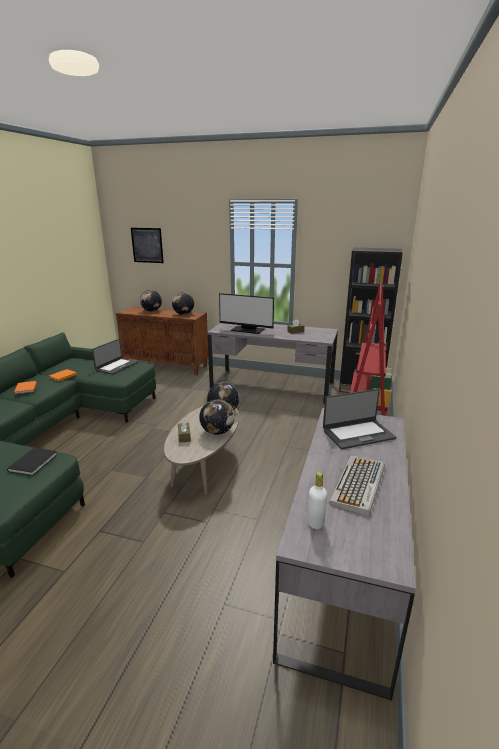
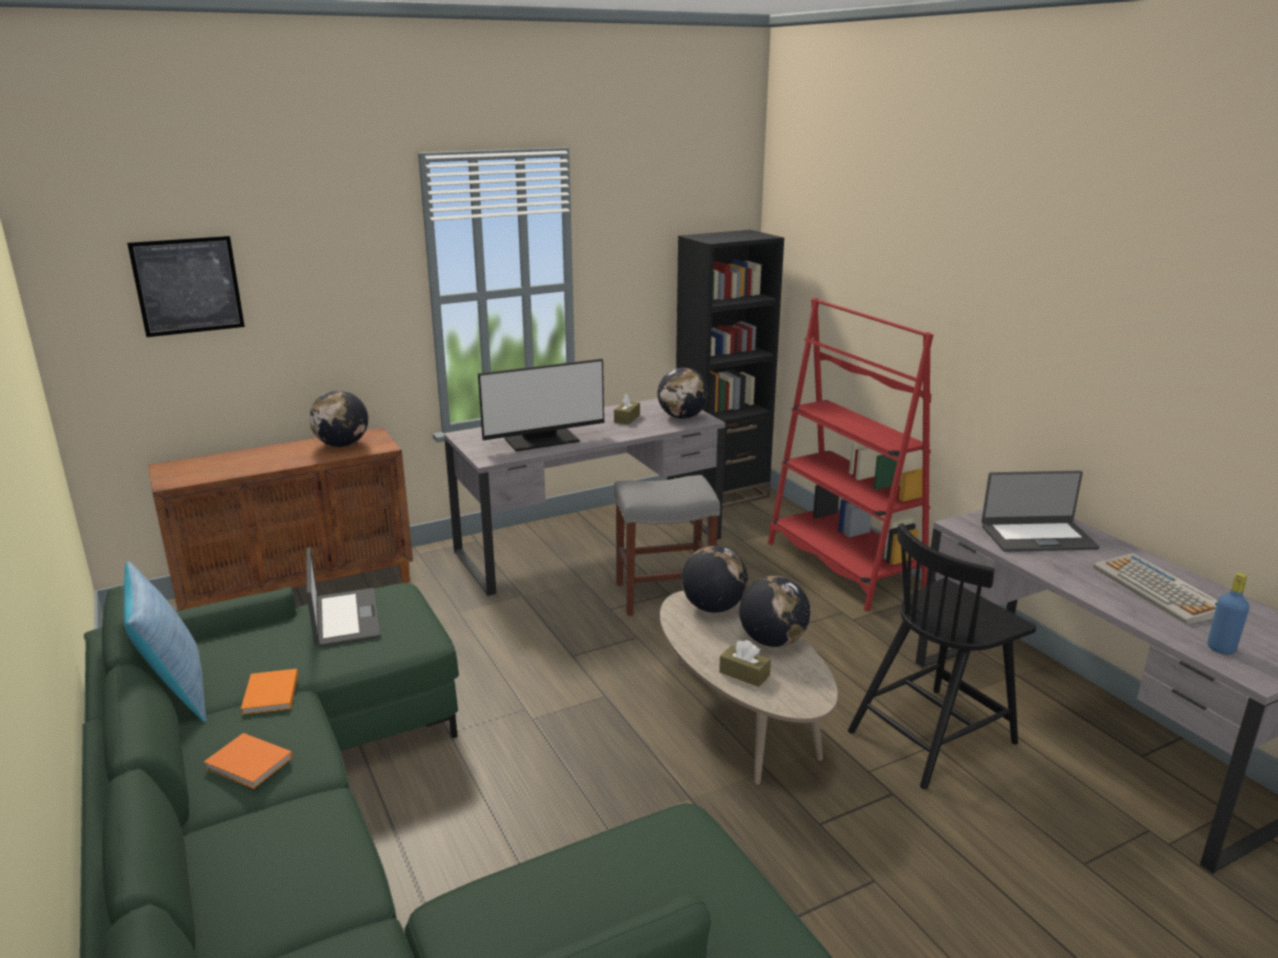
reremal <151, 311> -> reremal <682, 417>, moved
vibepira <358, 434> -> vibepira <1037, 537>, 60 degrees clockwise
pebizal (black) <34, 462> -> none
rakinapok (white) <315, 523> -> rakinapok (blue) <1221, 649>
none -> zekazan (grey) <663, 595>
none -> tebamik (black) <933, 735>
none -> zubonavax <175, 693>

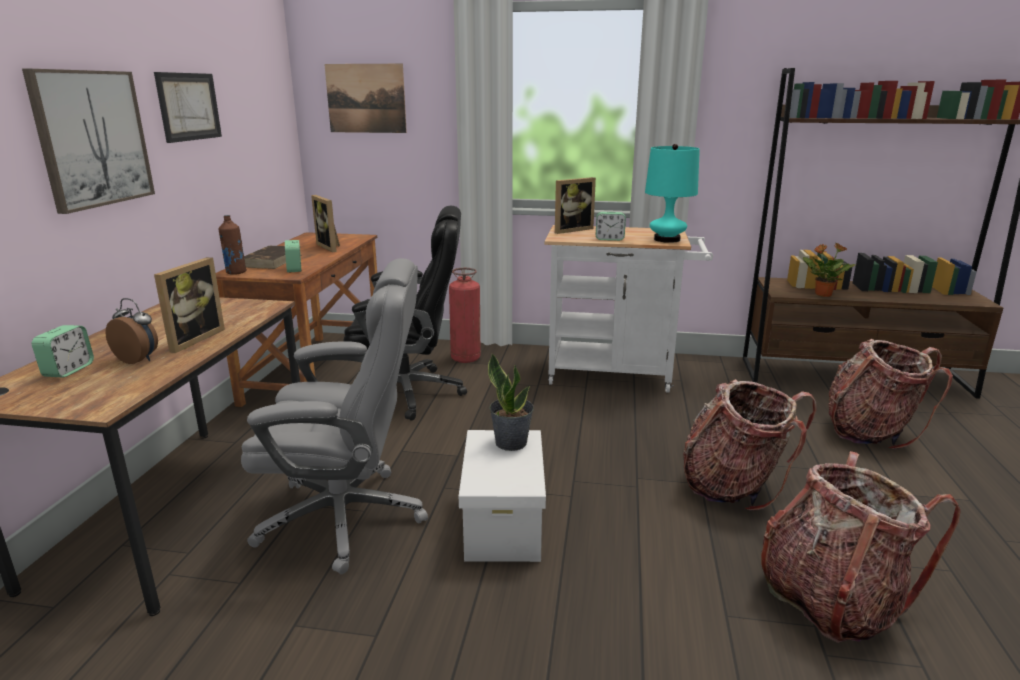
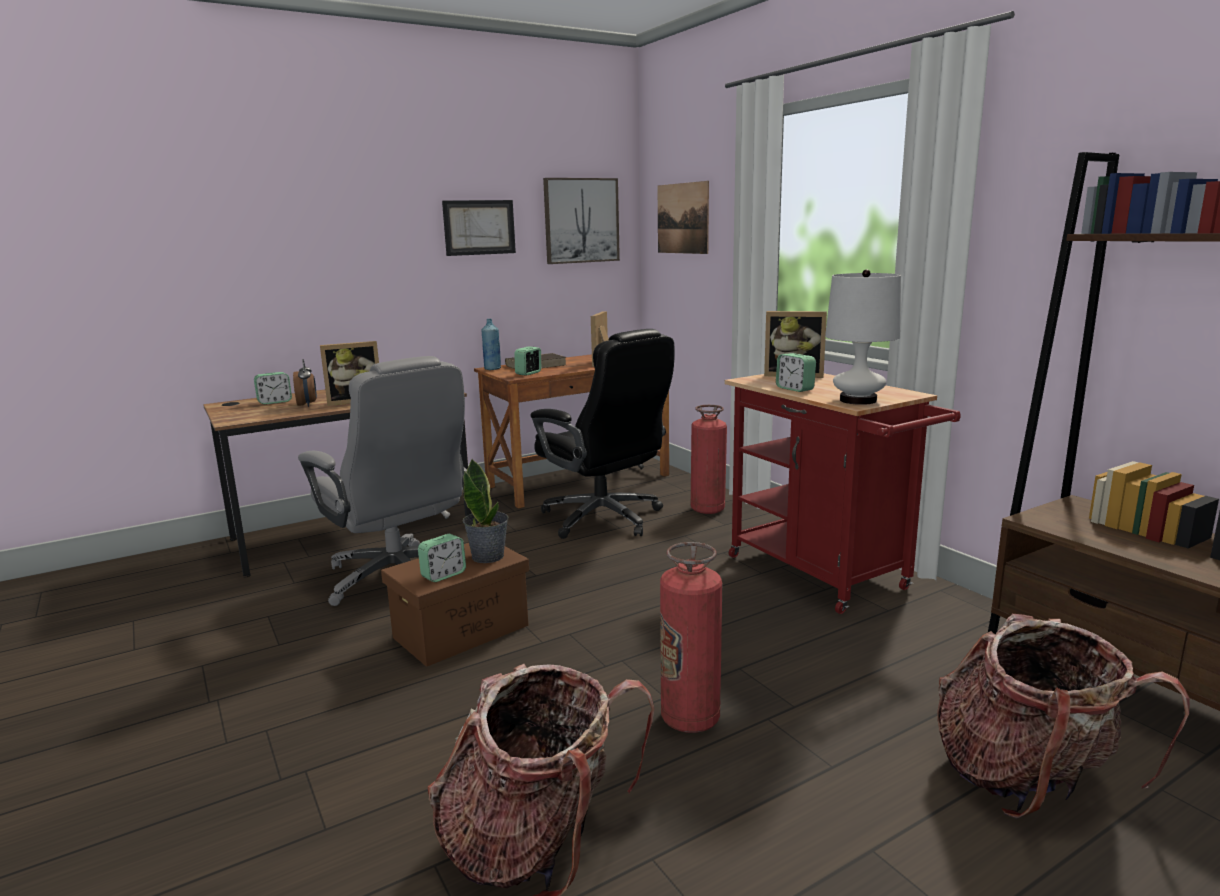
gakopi <92, 138> -> gakopi <581, 220>, moved
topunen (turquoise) <667, 239> -> topunen (white) <858, 400>
rakinapok (brown) <236, 272> -> rakinapok (blue) <492, 369>
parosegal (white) <618, 374> -> parosegal (red) <825, 576>
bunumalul <822, 294> -> none
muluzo <734, 486> -> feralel <690, 718>
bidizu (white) <502, 522> -> bidizu (brown) <462, 630>
none -> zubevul <443, 575>

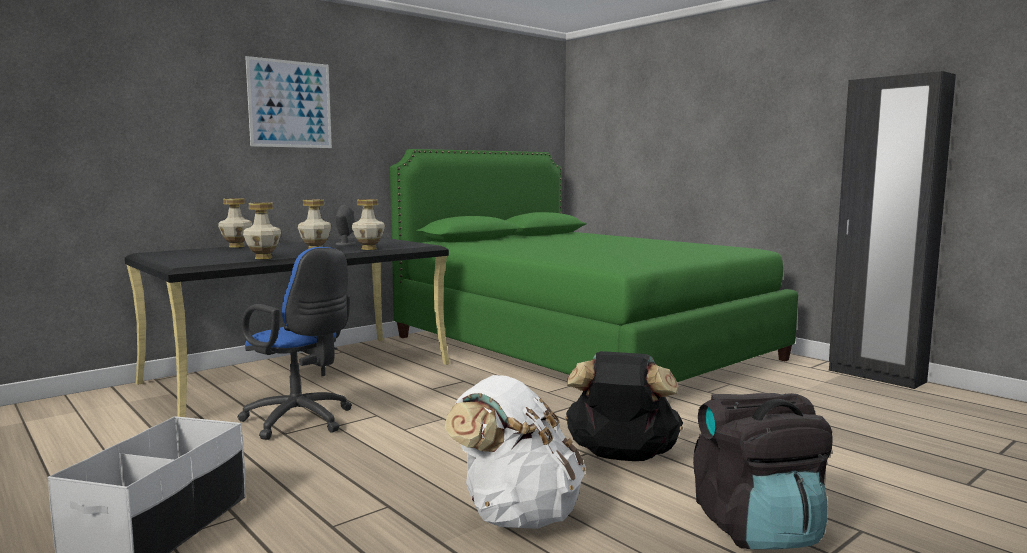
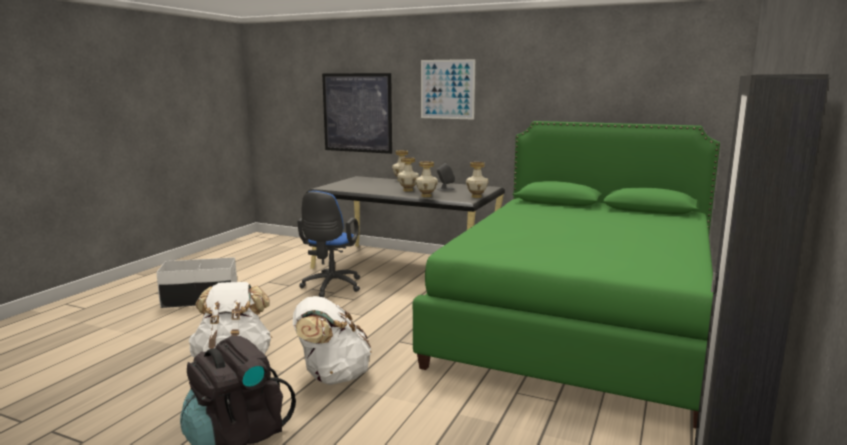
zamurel <263, 258> -> zamurel <476, 196>, moved
muluzo (black) <621, 457> -> muluzo (white) <332, 376>
none -> gakopi <357, 113>

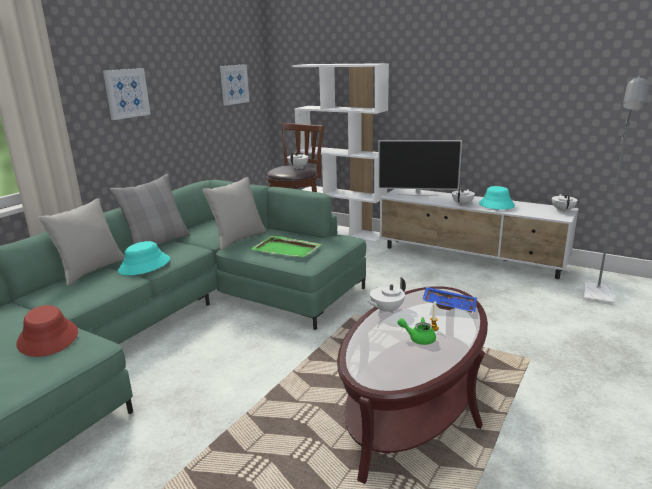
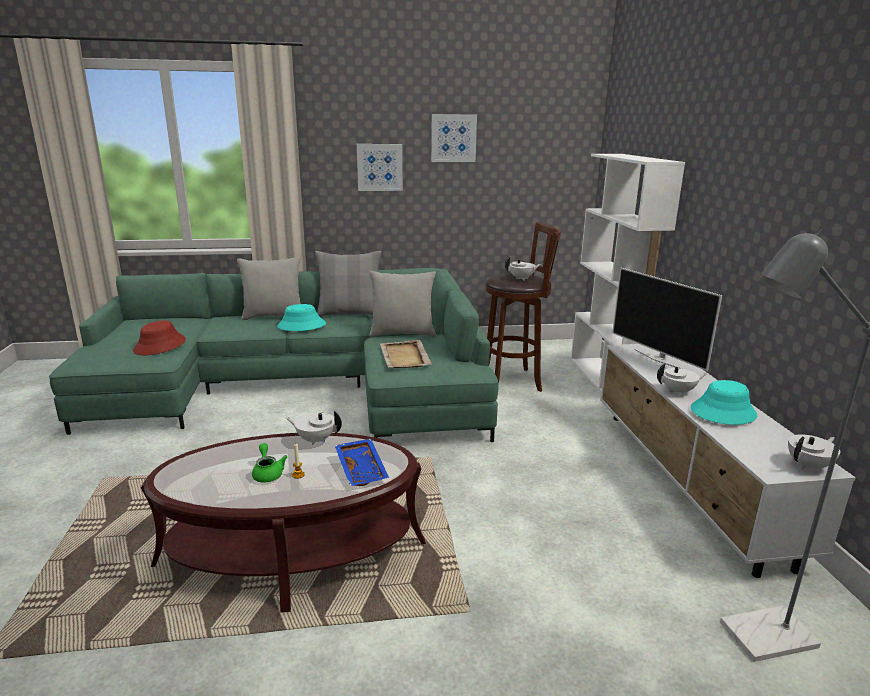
gakopi <234, 84> -> gakopi <453, 138>, moved
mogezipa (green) <287, 249> -> mogezipa (beige) <404, 357>

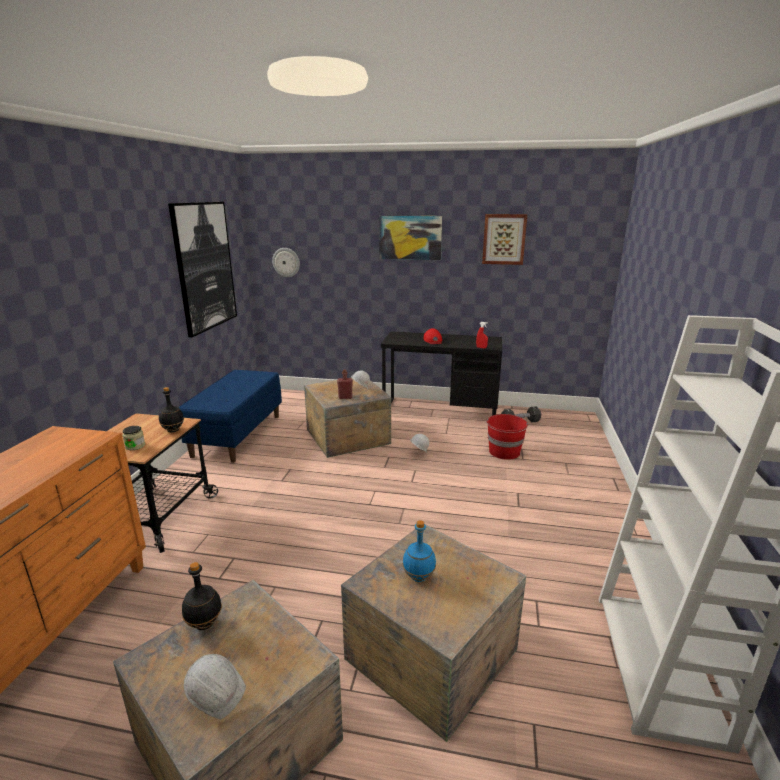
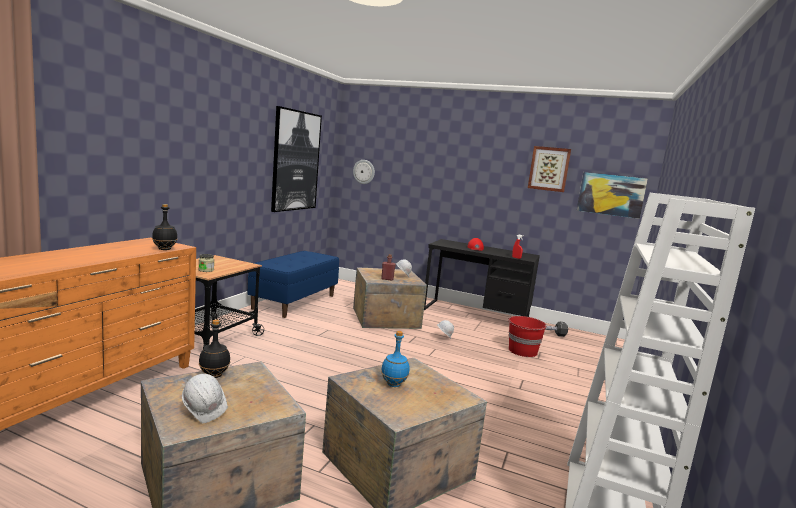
gakopi <410, 237> -> gakopi <611, 194>, moved
rakinapok (black) <173, 430> -> rakinapok (black) <165, 249>, moved

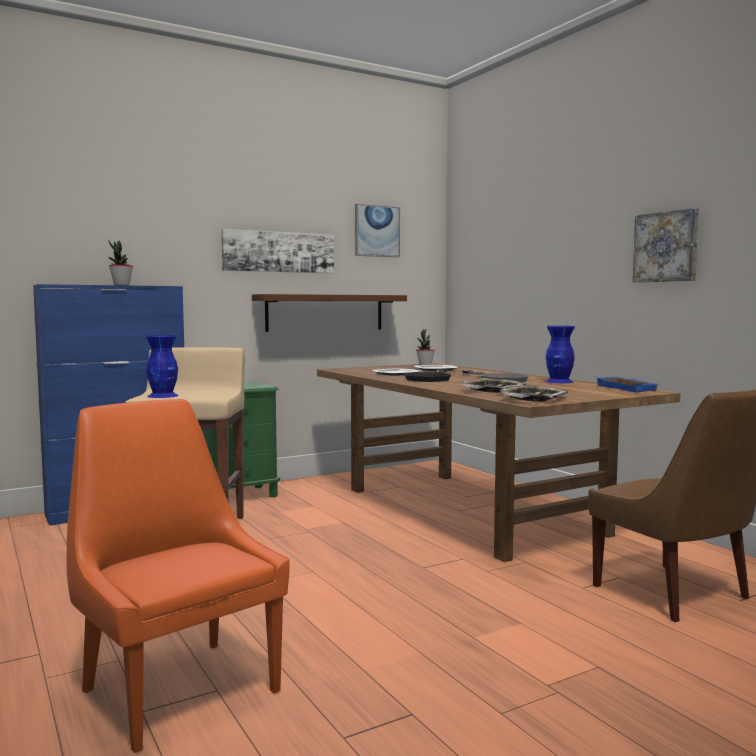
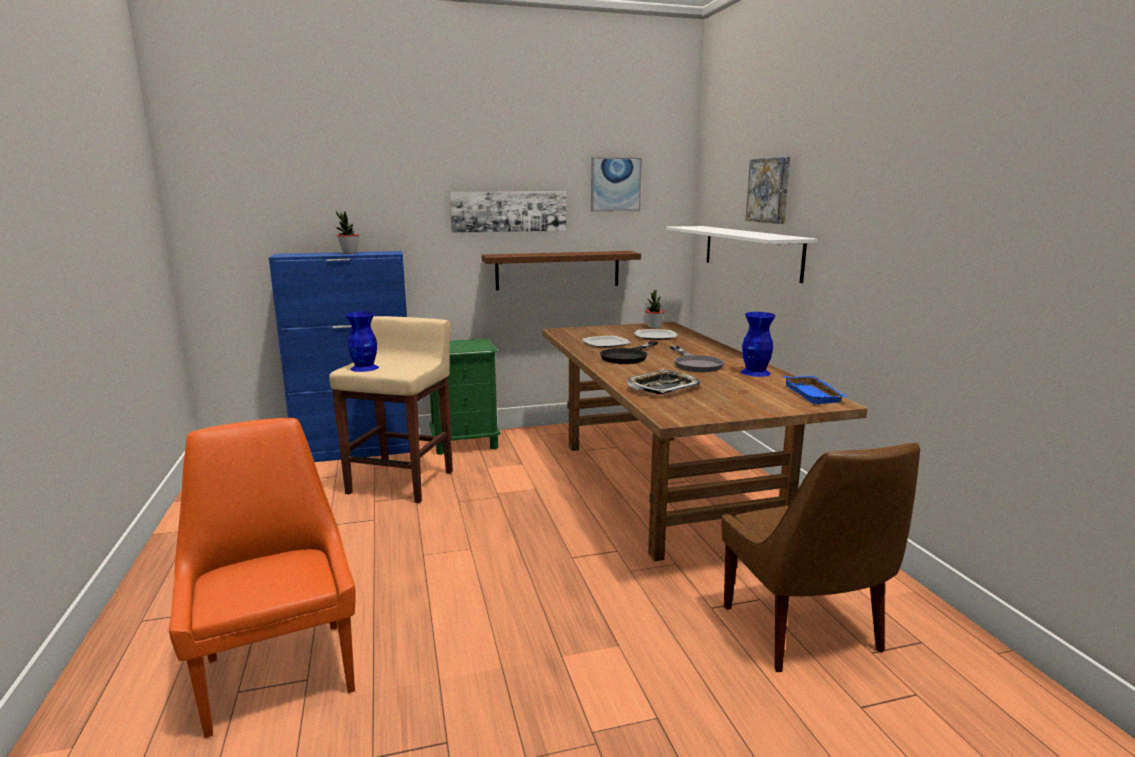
gakopi <667, 247> -> gakopi <770, 190>, moved
mogezipa <533, 398> -> none
none -> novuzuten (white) <750, 251>

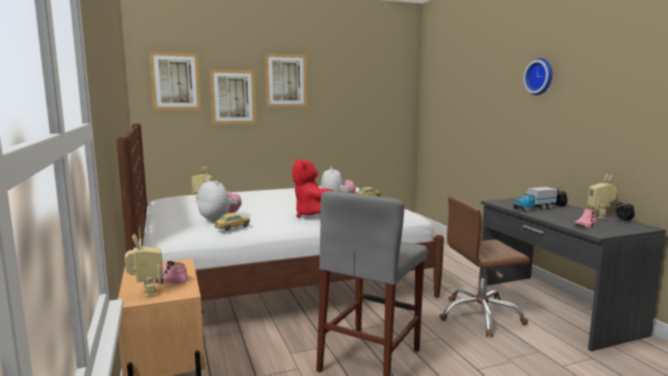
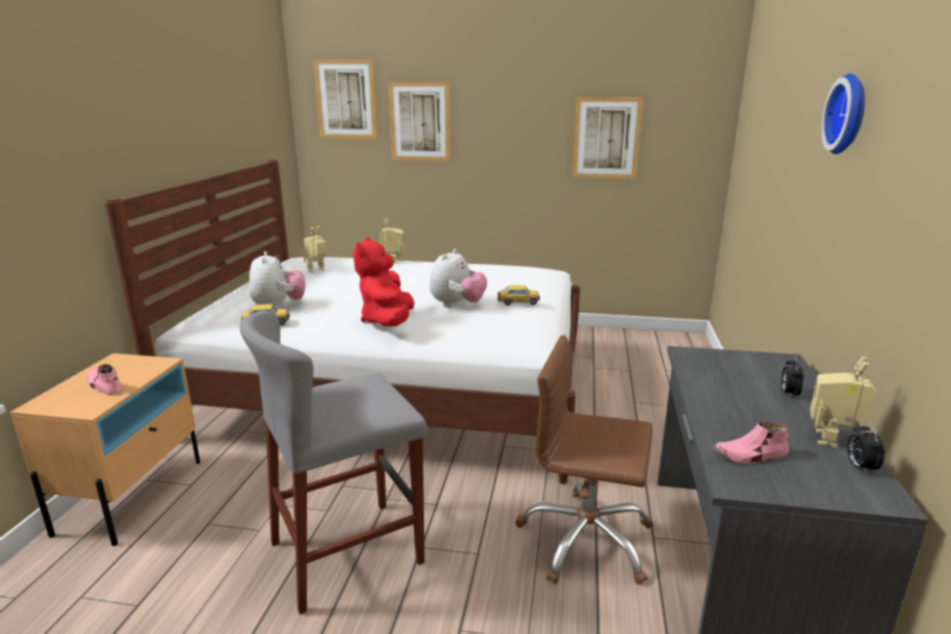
gakopi <286, 80> -> gakopi <606, 138>, moved
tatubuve <533, 209> -> none
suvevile <146, 293> -> suvevile <392, 261>, moved

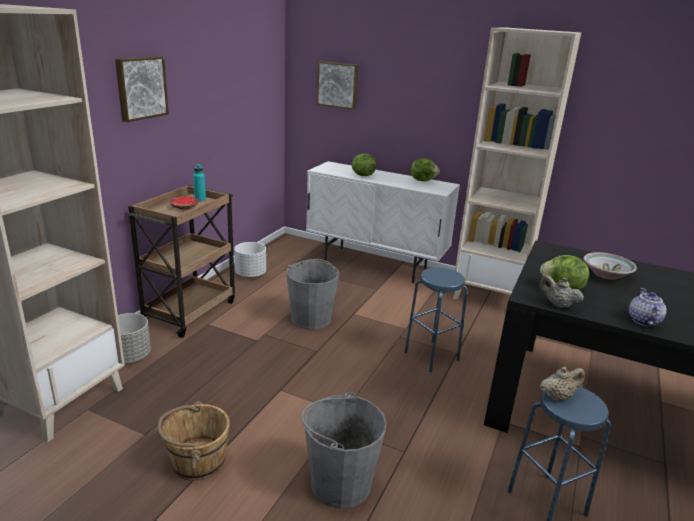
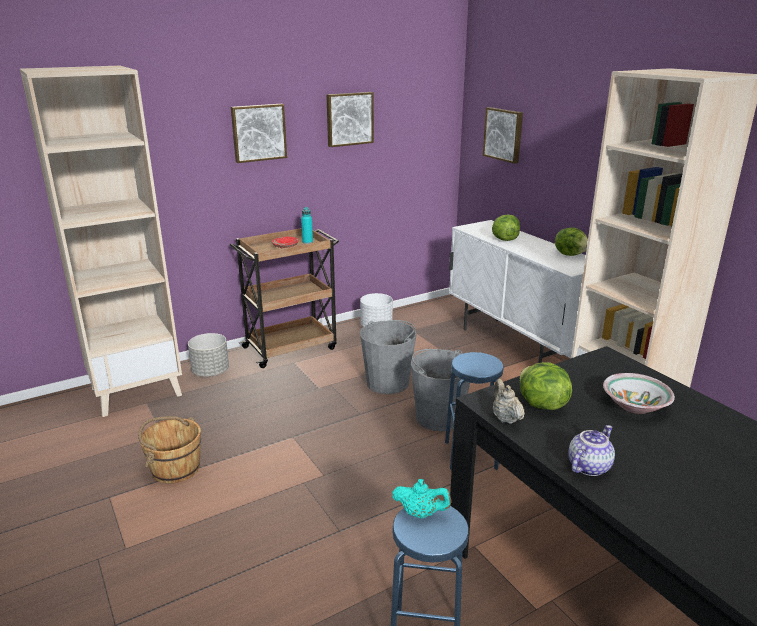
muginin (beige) <558, 396> -> muginin (turquoise) <421, 513>
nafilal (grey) <340, 483> -> nafilal (grey) <439, 417>, moved
none -> gakopi <349, 119>

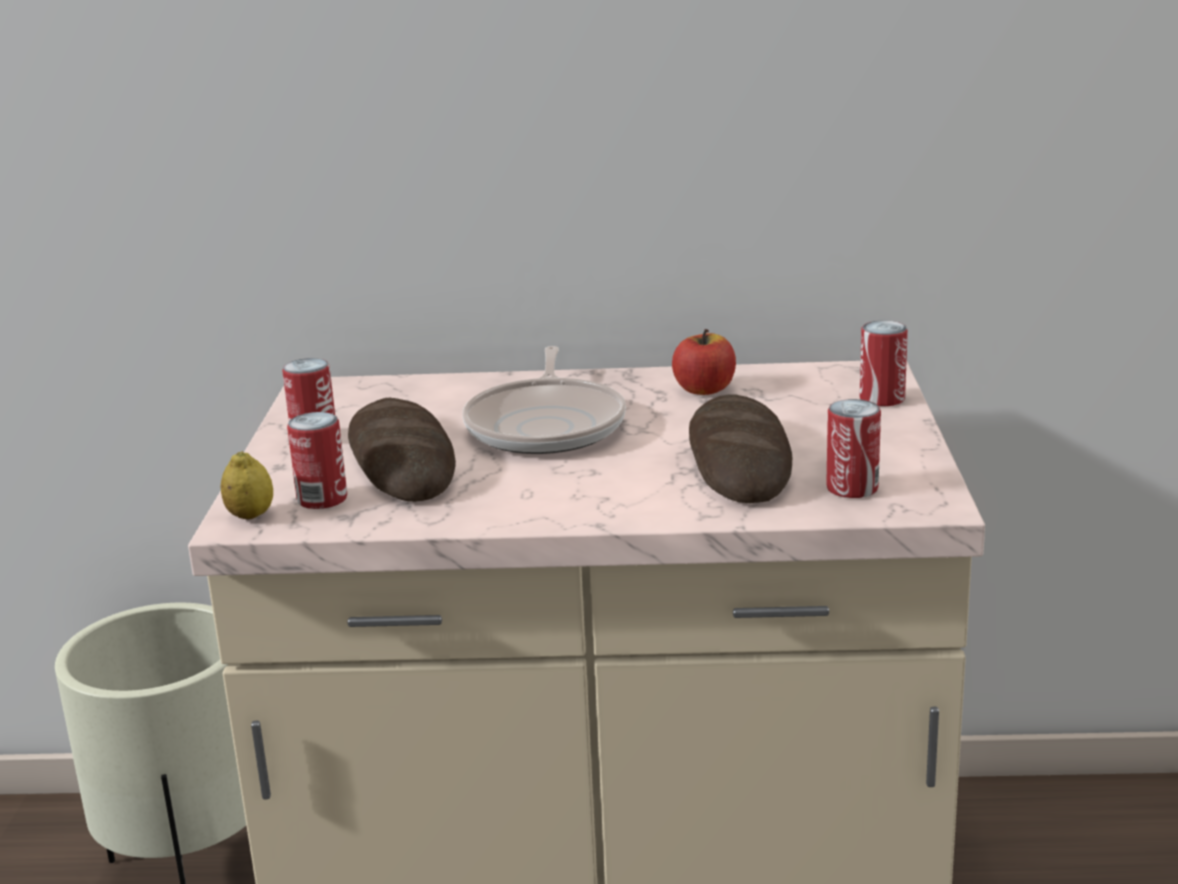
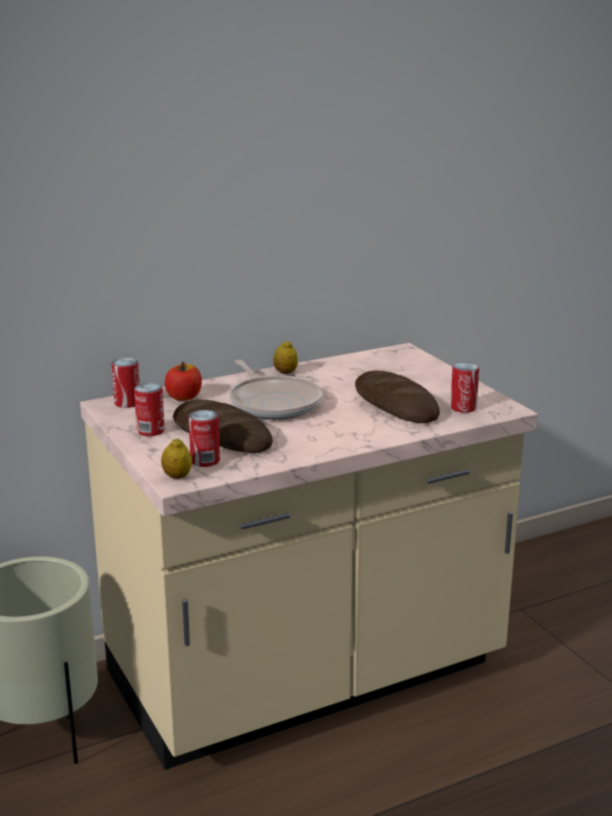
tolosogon <882, 399> -> tolosogon <127, 403>, moved
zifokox <704, 389> -> zifokox <184, 397>, moved
none -> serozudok <285, 373>

